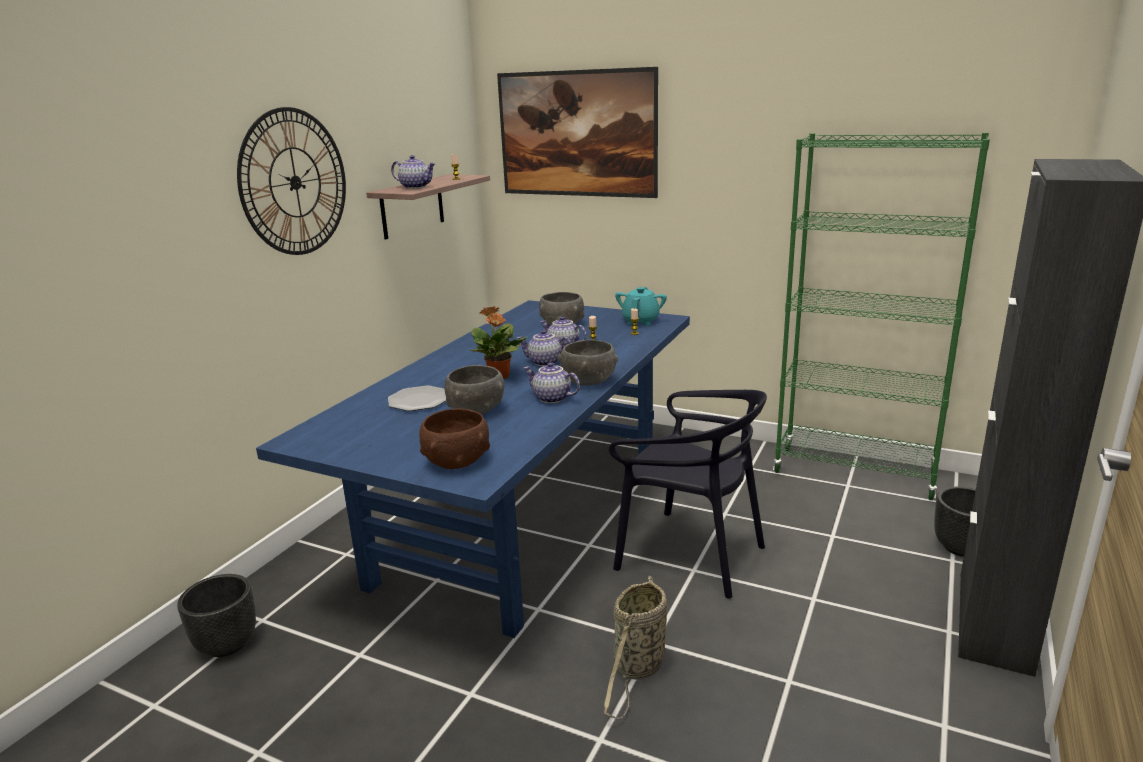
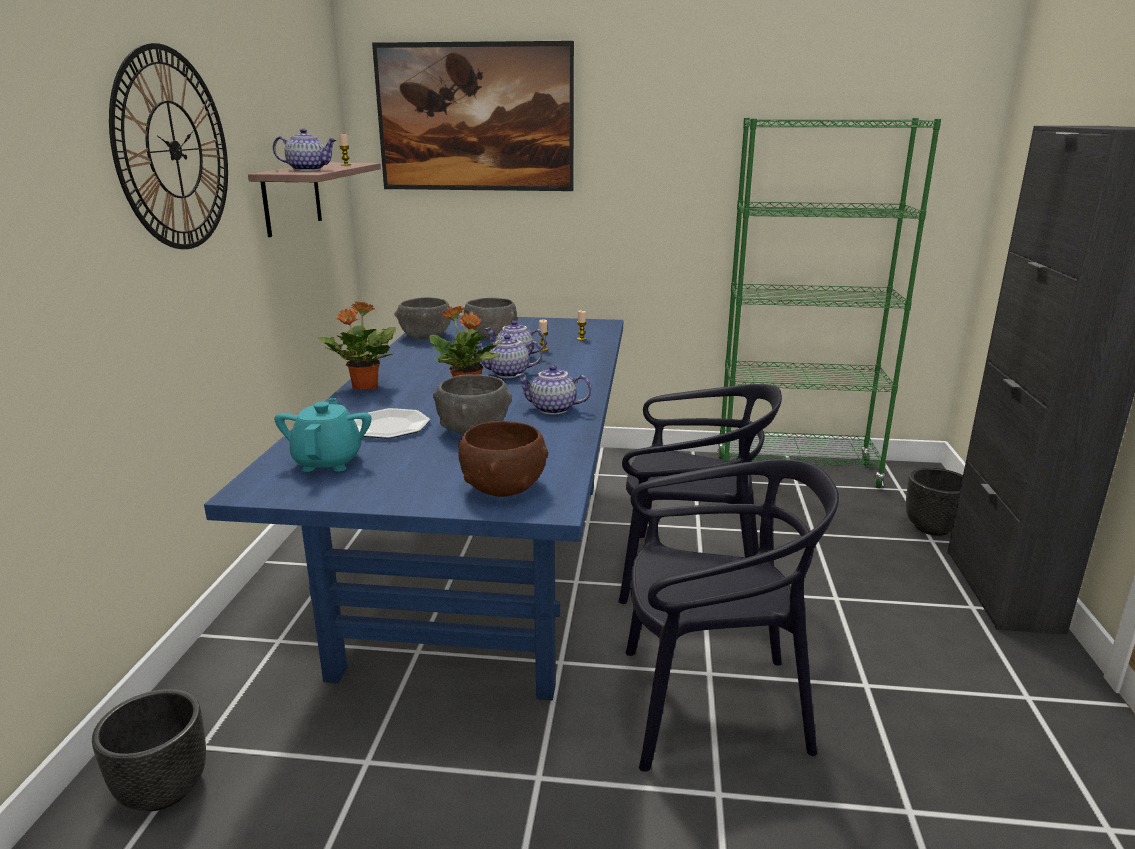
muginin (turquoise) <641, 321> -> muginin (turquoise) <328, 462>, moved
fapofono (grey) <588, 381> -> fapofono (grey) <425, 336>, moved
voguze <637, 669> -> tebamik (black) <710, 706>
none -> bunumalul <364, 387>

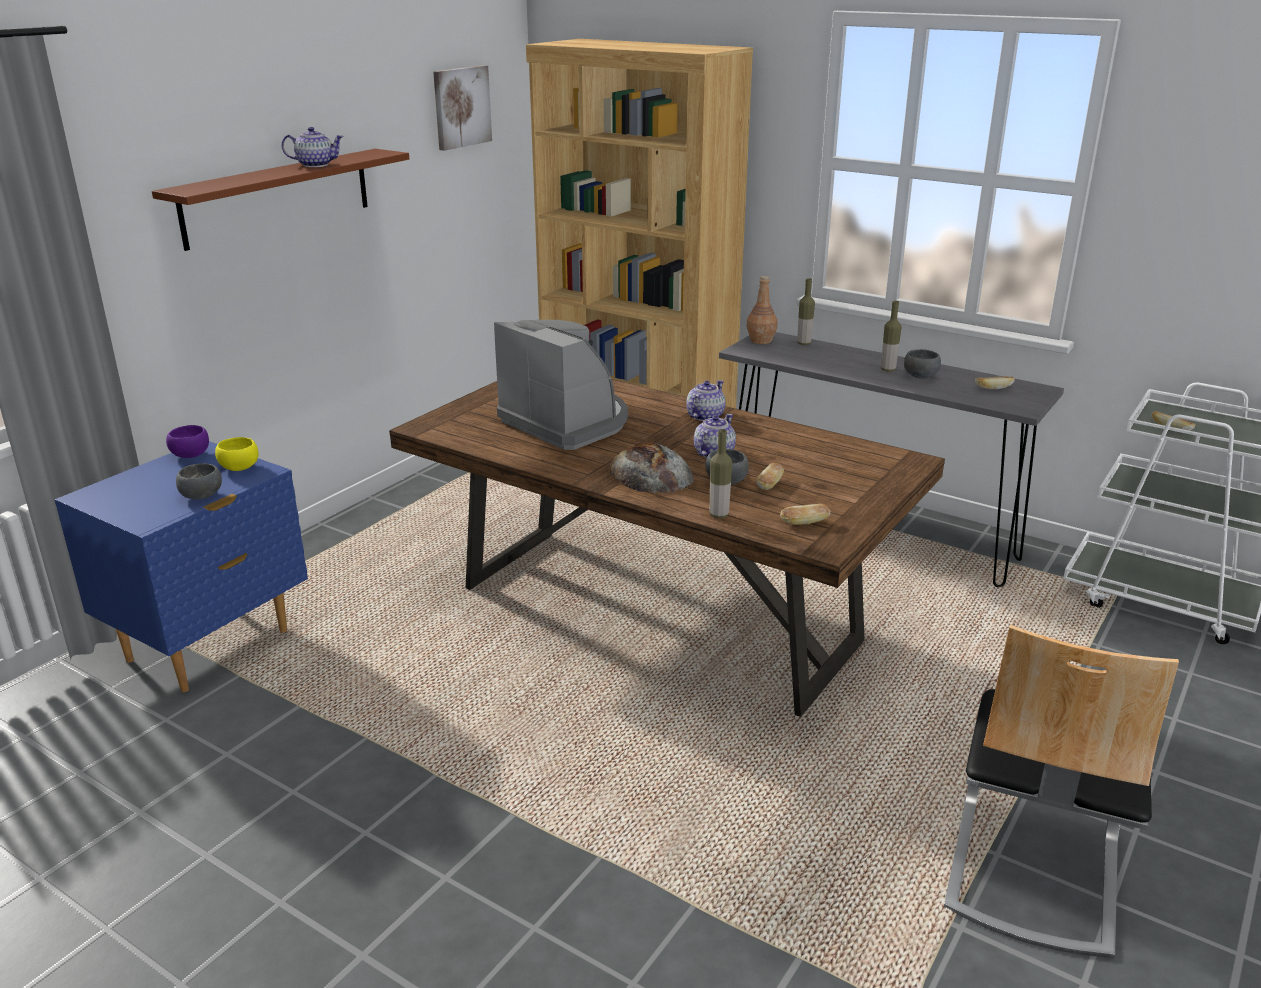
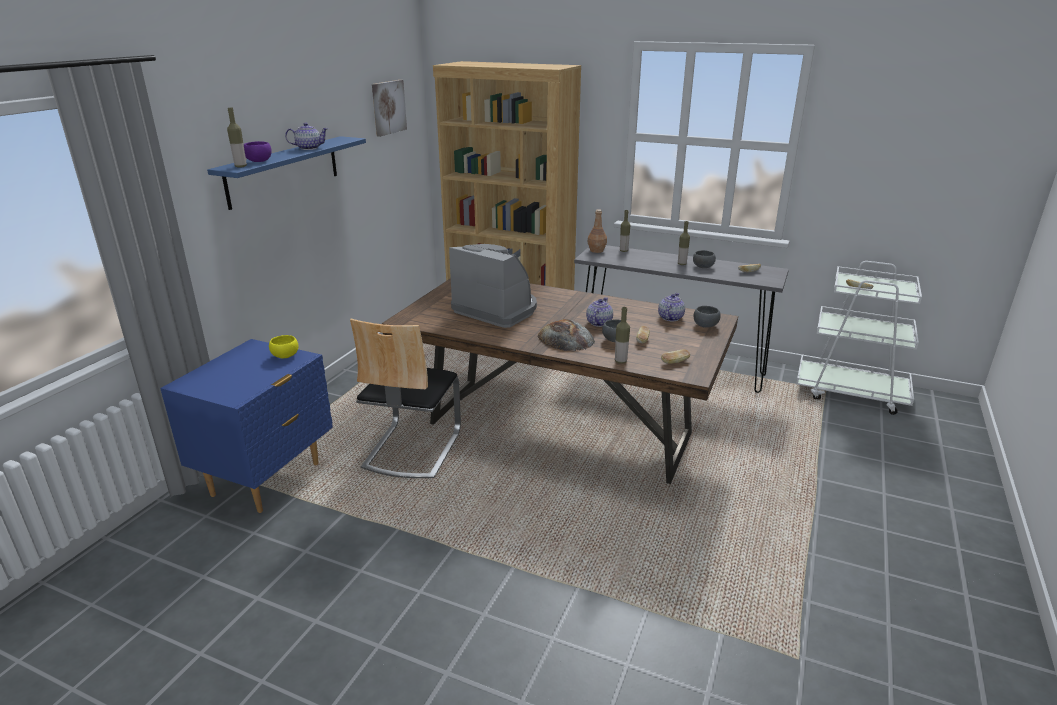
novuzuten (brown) <278, 197> -> novuzuten (blue) <284, 171>
muginin <704, 416> -> muginin <670, 318>, moved
fapofono (purple) <191, 455> -> fapofono (purple) <259, 161>, moved
fapofono (grey) <203, 496> -> fapofono (grey) <706, 325>, moved
tebamik <1032, 869> -> tebamik <412, 449>, moved
none -> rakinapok <240, 166>

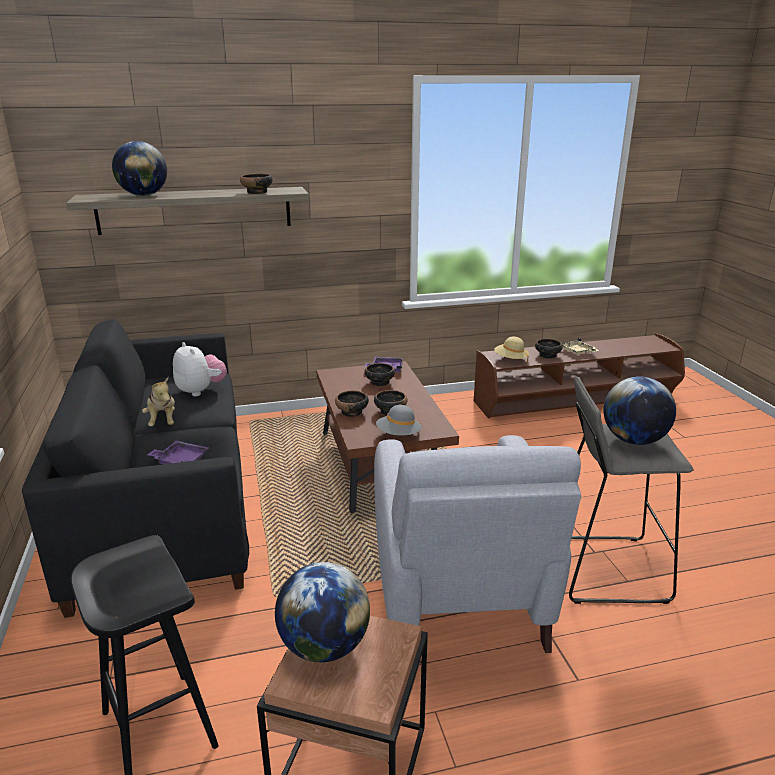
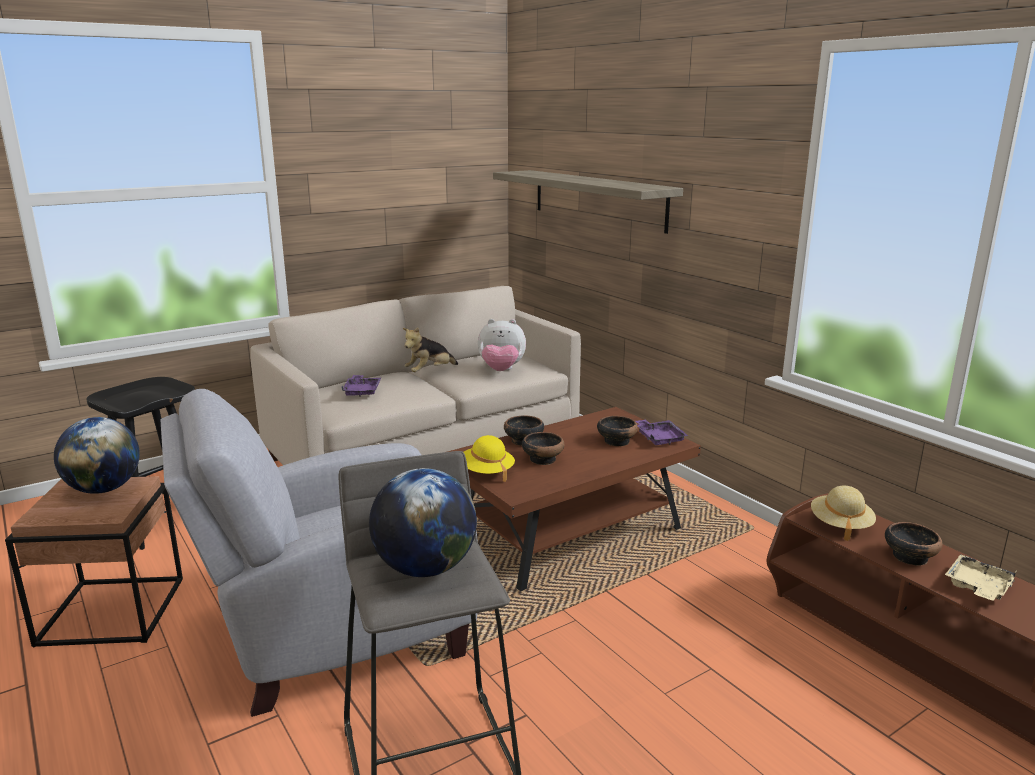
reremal <144, 195> -> none
fapofono <257, 192> -> none
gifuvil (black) <165, 503> -> gifuvil (beige) <426, 450>
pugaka <201, 391> -> pugaka <501, 370>, 60 degrees clockwise
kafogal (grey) <398, 435> -> kafogal (yellow) <486, 472>

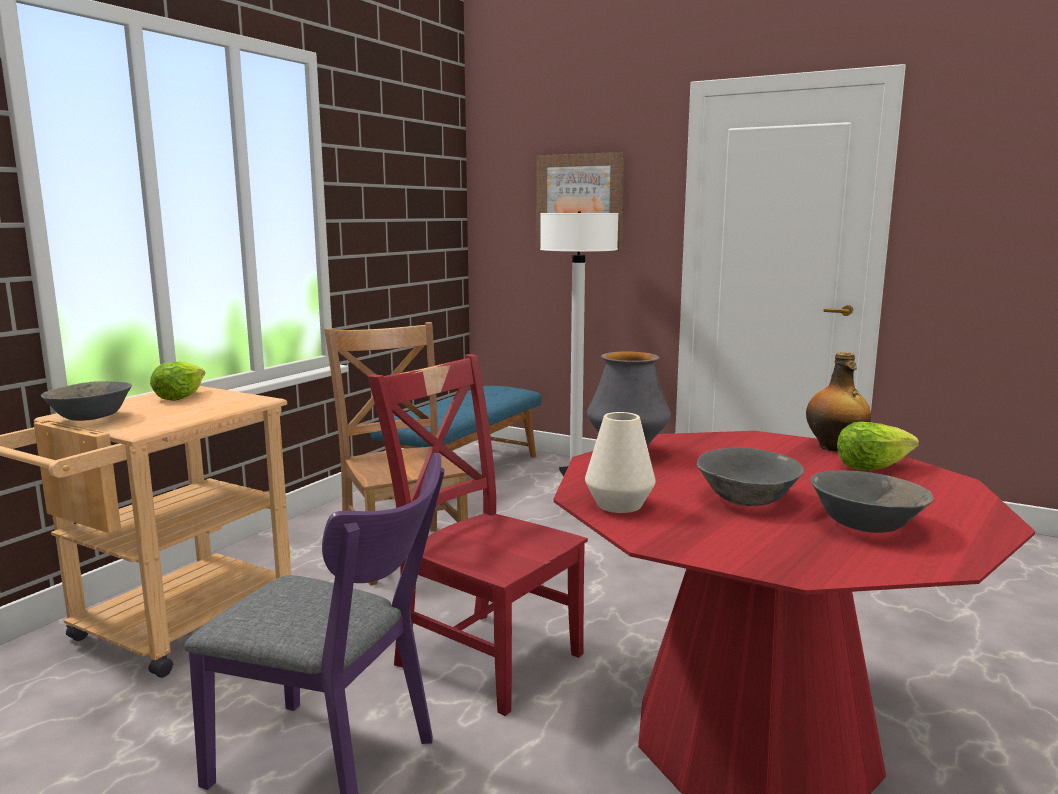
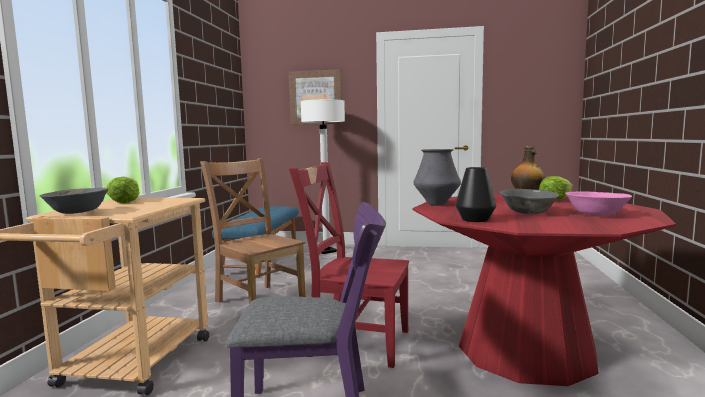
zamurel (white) <619, 505> -> zamurel (black) <475, 219>
fapofono (grey) <865, 525> -> fapofono (pink) <596, 214>

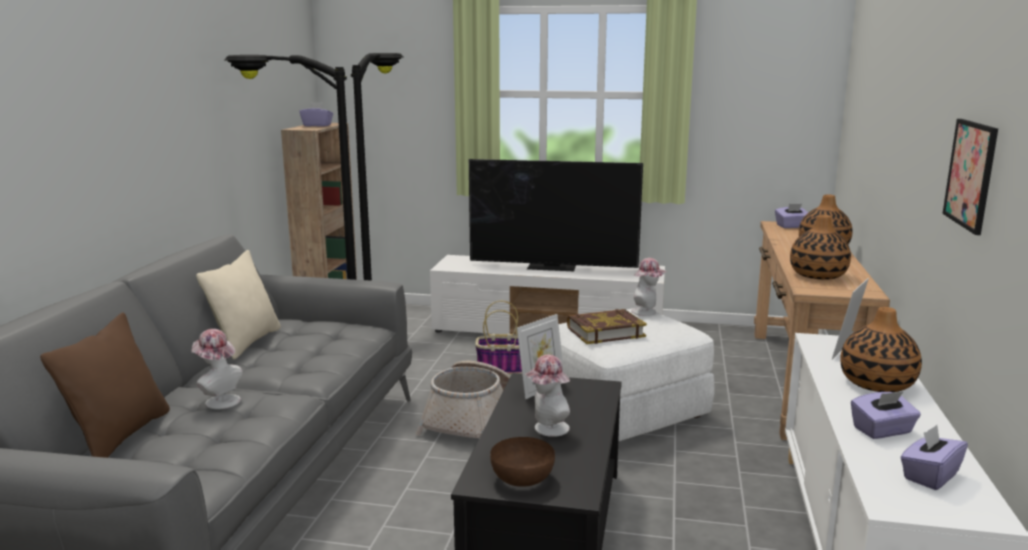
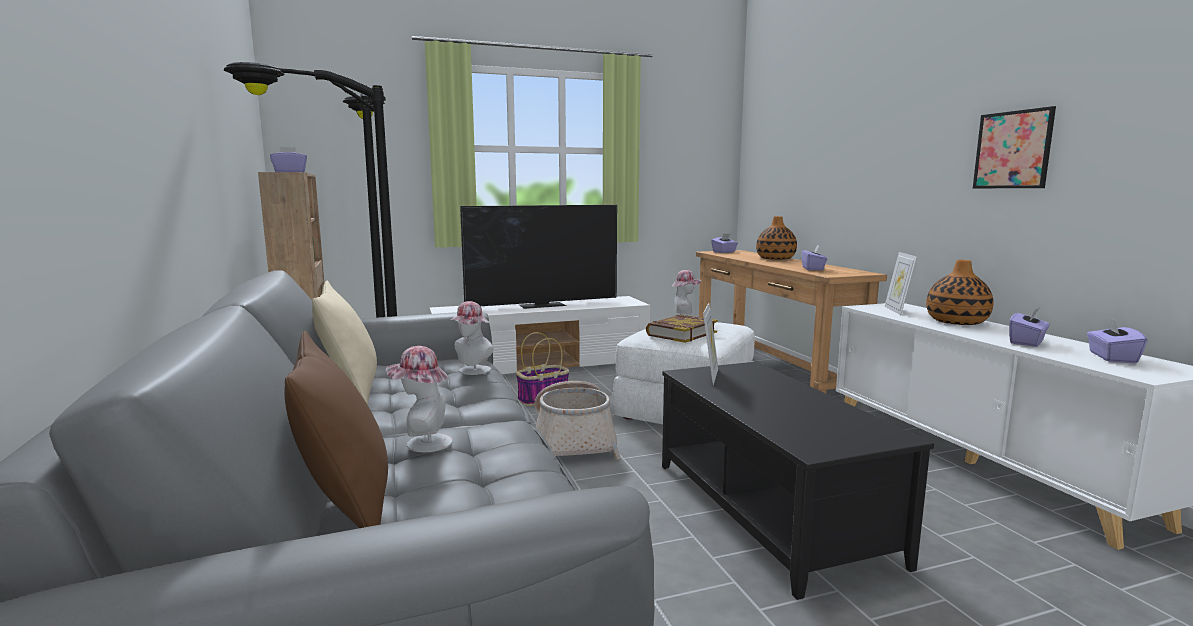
zamurel <817, 275> -> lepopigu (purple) <813, 269>
kafogal <547, 429> -> kafogal <472, 371>, moved
fapofono (brown) <523, 478> -> none

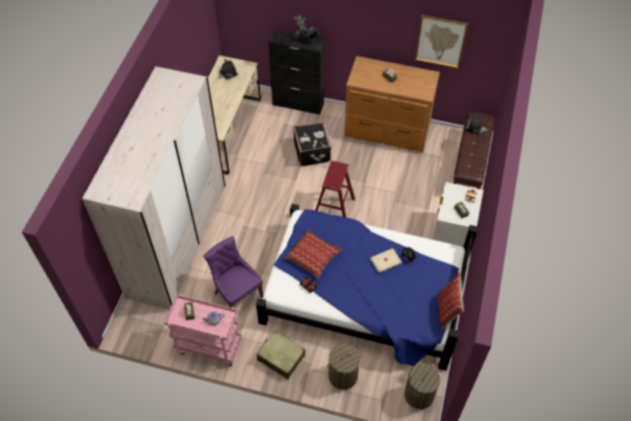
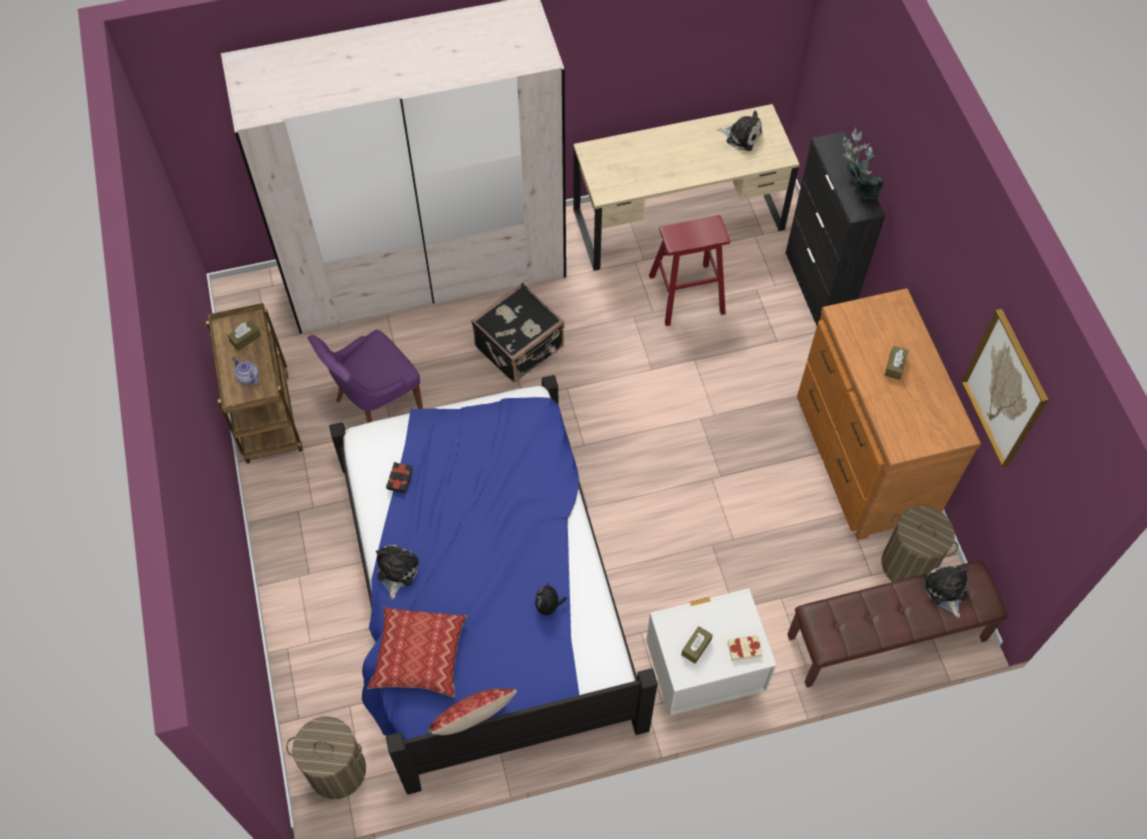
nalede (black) <312, 151> -> nalede (black) <520, 347>, moved
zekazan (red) <334, 207> -> zekazan (red) <686, 294>, moved
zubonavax <313, 257> -> zubonavax <419, 656>, moved
tebamik (purple) <237, 294> -> tebamik (purple) <376, 404>, 150 degrees counterclockwise
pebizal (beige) <386, 262> -> none
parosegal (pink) <208, 346> -> parosegal (brown) <265, 415>
nalede (beige) <281, 357> -> none
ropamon <343, 376> -> ropamon <907, 564>, moved
none -> pugaka <396, 571>

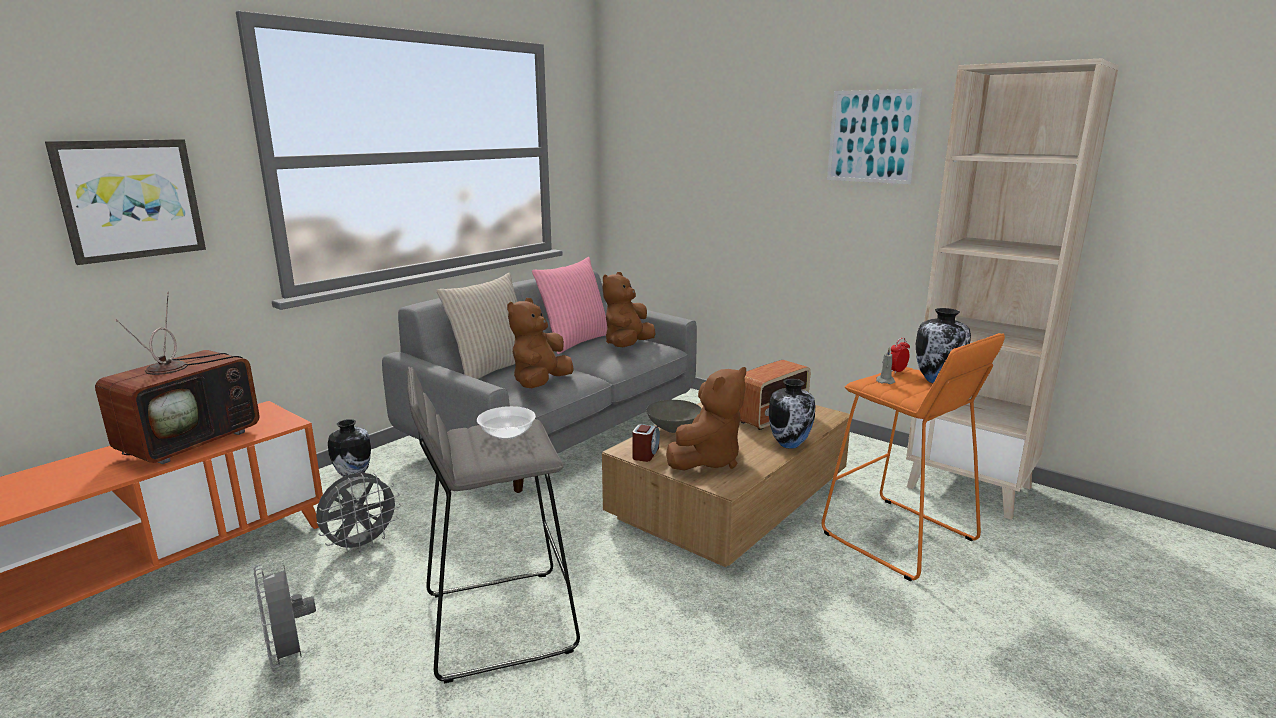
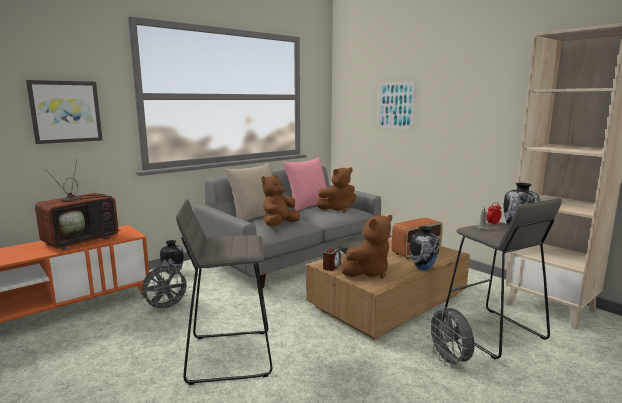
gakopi <872, 136> -> gakopi <396, 105>, moved
pugaka (brown) <627, 345> -> pugaka (brown) <338, 209>, 150 degrees counterclockwise
zekazan (orange) <898, 537> -> zekazan (grey) <492, 333>
fapofono <507, 434> -> none
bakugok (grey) <290, 656> -> bakugok (grey) <449, 361>, moved

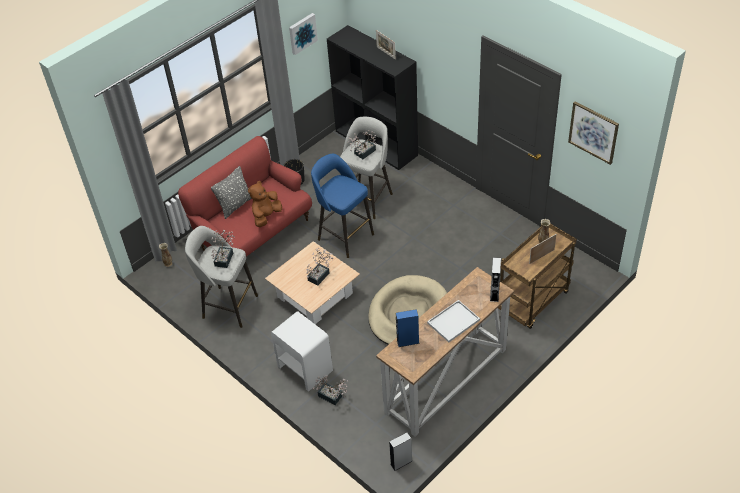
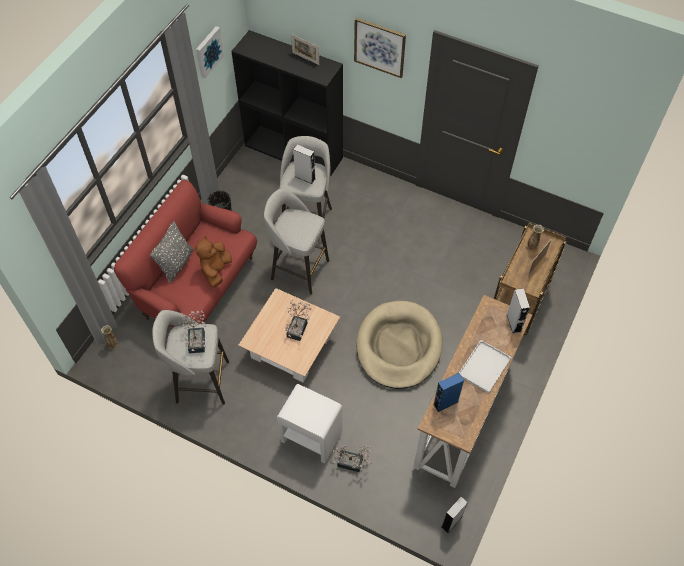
gakopi <593, 132> -> gakopi <379, 47>, moved
bunumalul <363, 153> -> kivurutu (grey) <305, 177>
zekazan (blue) <344, 236> -> zekazan (grey) <298, 269>

